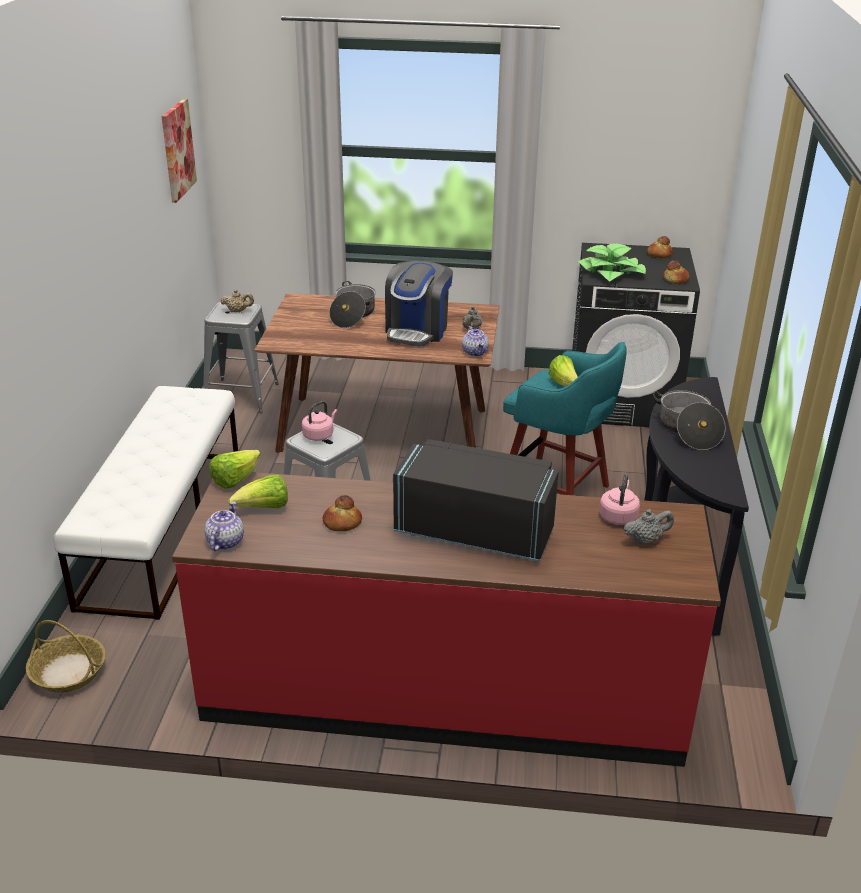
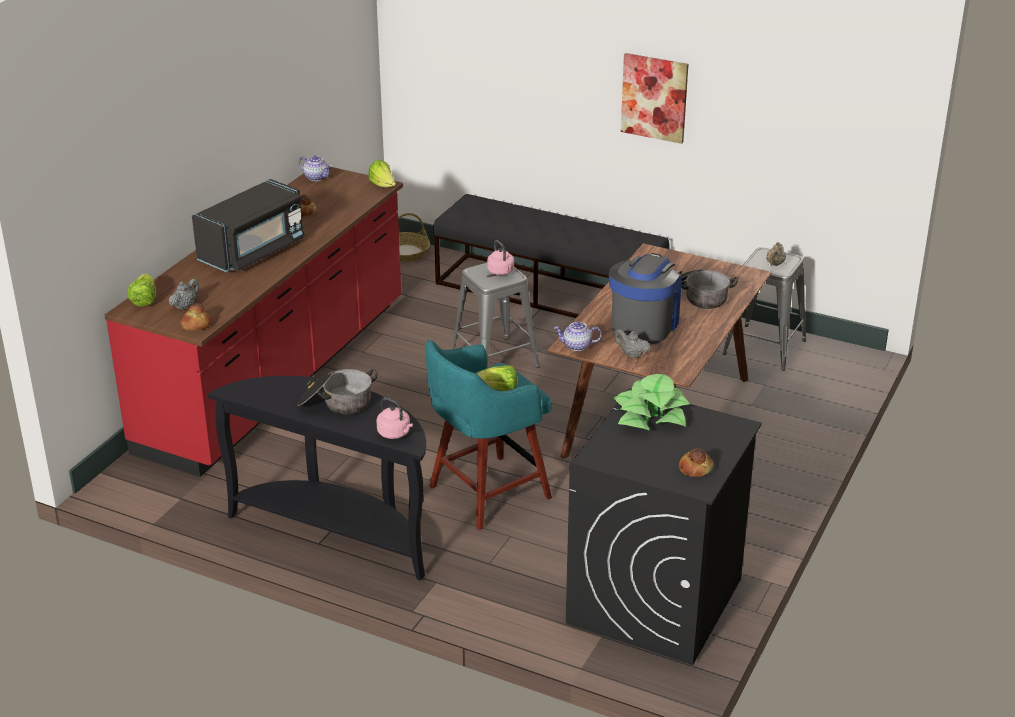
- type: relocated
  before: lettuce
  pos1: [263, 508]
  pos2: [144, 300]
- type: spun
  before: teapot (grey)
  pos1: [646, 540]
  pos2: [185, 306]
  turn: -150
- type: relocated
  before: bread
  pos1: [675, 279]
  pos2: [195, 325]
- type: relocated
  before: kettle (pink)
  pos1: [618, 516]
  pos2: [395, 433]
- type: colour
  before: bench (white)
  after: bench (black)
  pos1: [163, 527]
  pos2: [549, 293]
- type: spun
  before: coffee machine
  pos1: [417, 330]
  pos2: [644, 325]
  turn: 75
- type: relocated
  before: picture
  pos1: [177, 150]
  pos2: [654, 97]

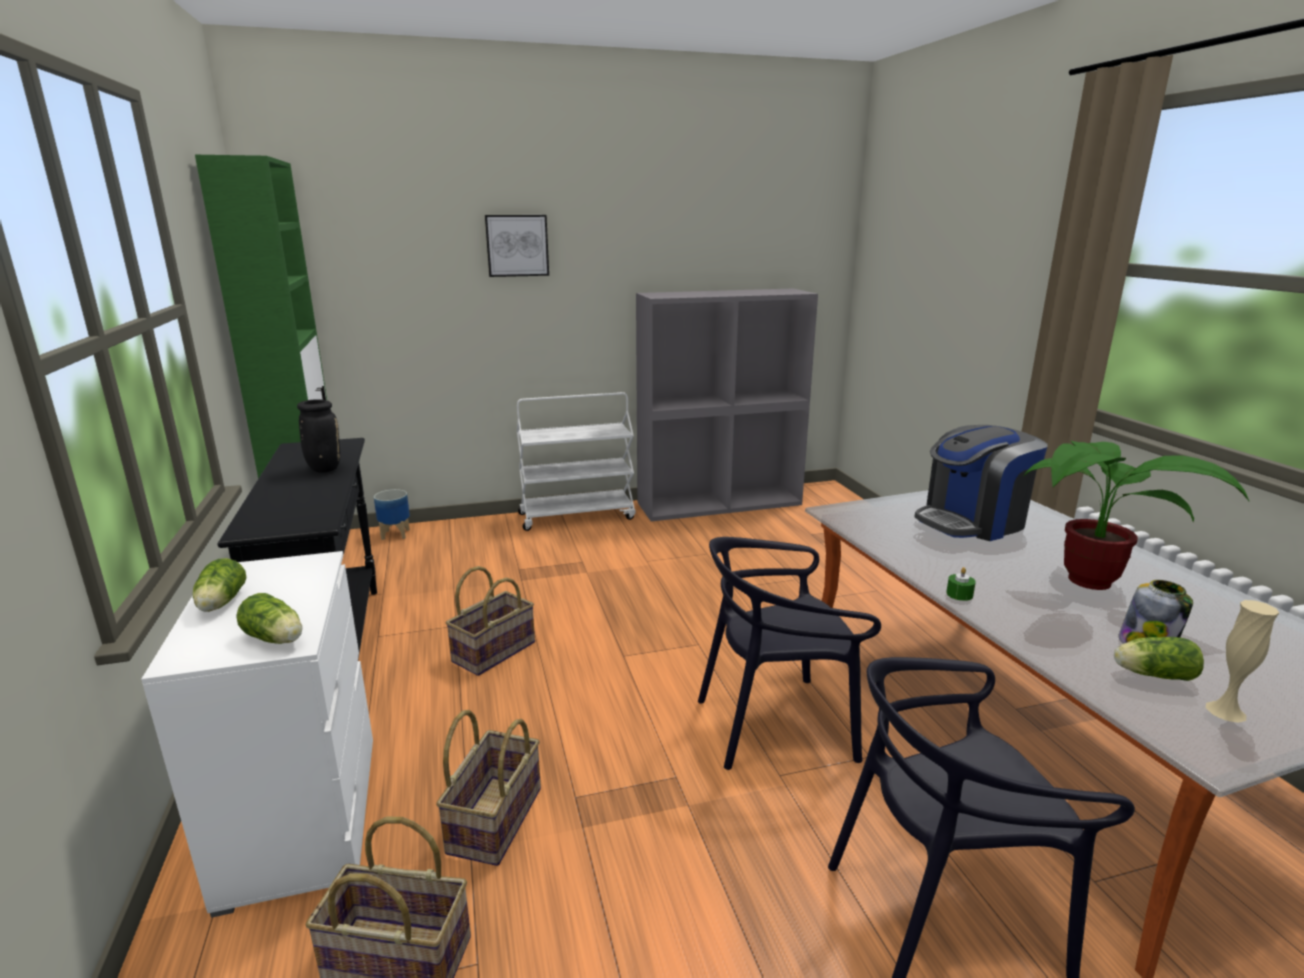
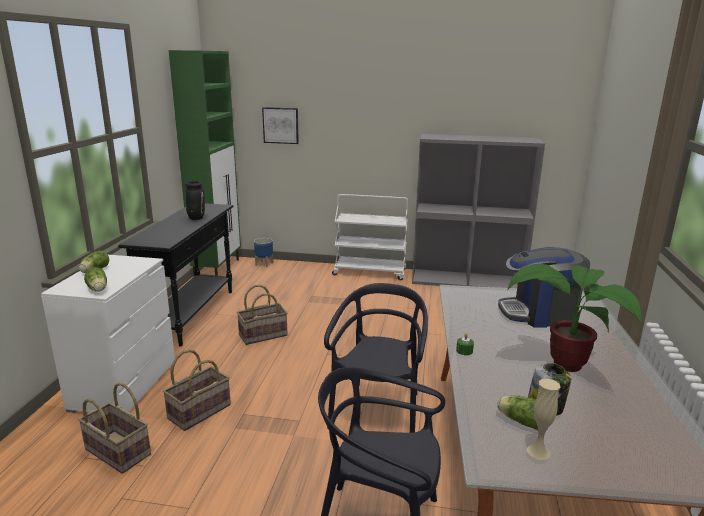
- type: relocated
  before: picture
  pos1: [517, 245]
  pos2: [281, 125]
- type: spun
  before: chair (black)
  pos1: [775, 725]
  pos2: [378, 412]
  turn: 90

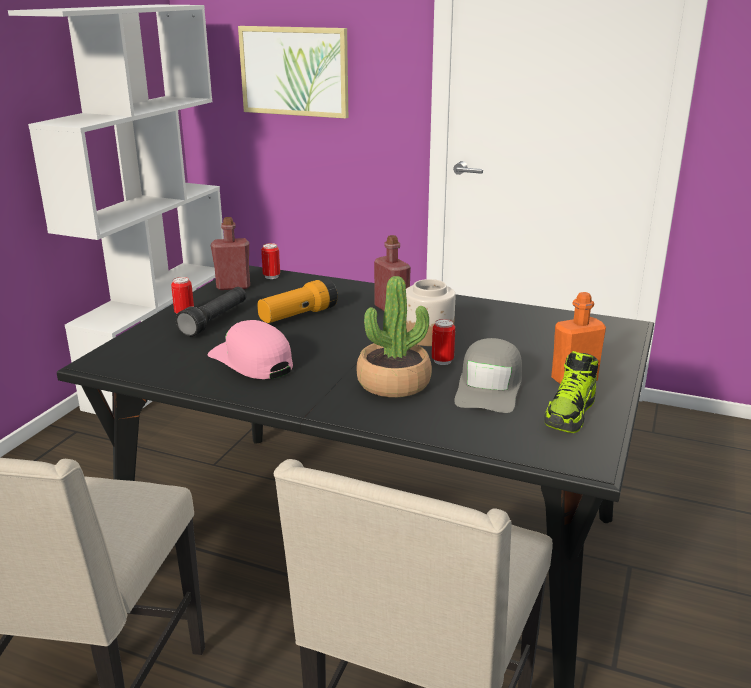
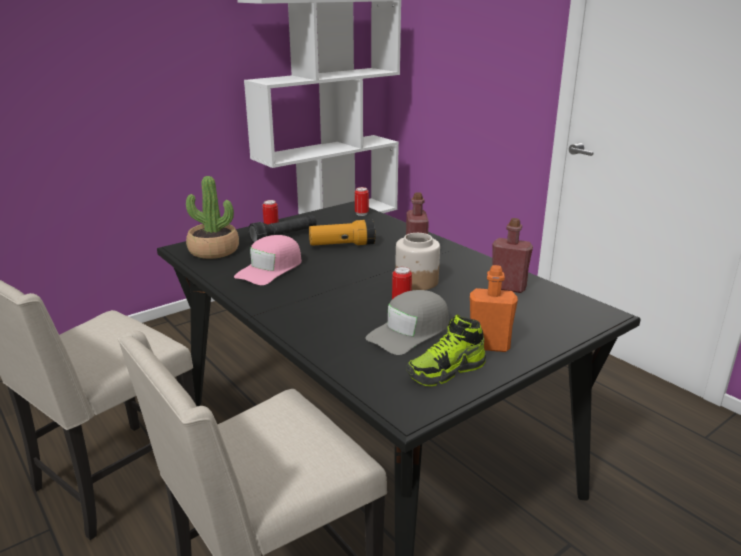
- type: relocated
  before: potted plant
  pos1: [393, 383]
  pos2: [213, 251]
- type: spun
  before: cap (pink)
  pos1: [251, 361]
  pos2: [270, 269]
  turn: -135
- type: relocated
  before: bottle (red)
  pos1: [233, 286]
  pos2: [508, 287]
- type: missing
  before: picture
  pos1: [294, 71]

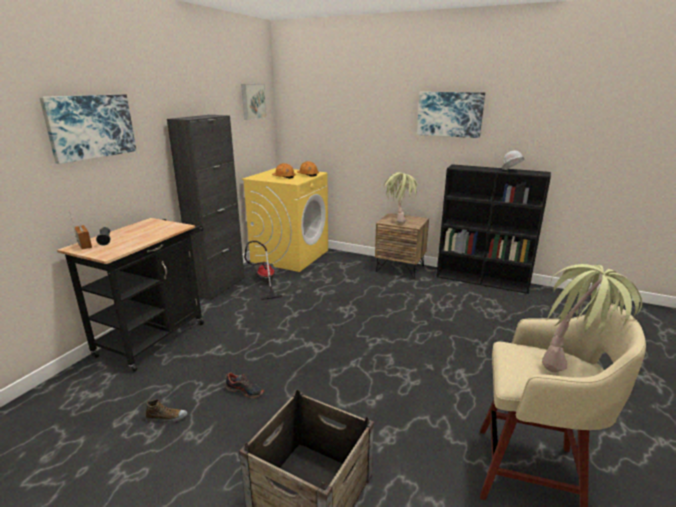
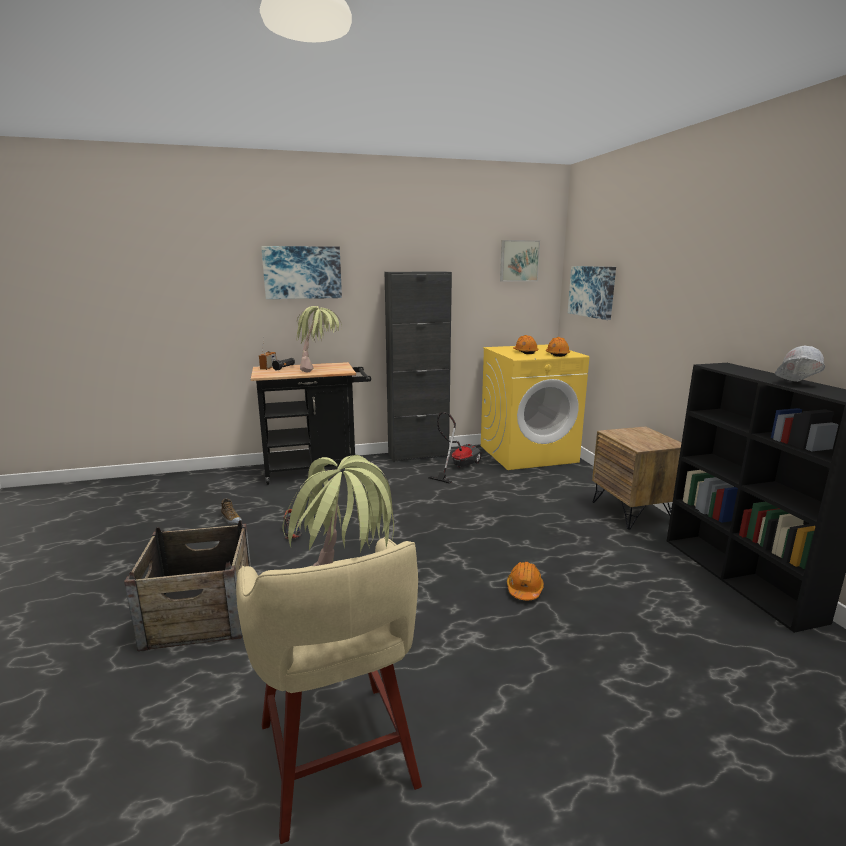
- type: relocated
  before: potted plant
  pos1: [399, 220]
  pos2: [320, 370]
- type: appeared
  after: hard hat (orange)
  pos2: [524, 589]
- type: relocated
  before: picture
  pos1: [450, 114]
  pos2: [592, 291]

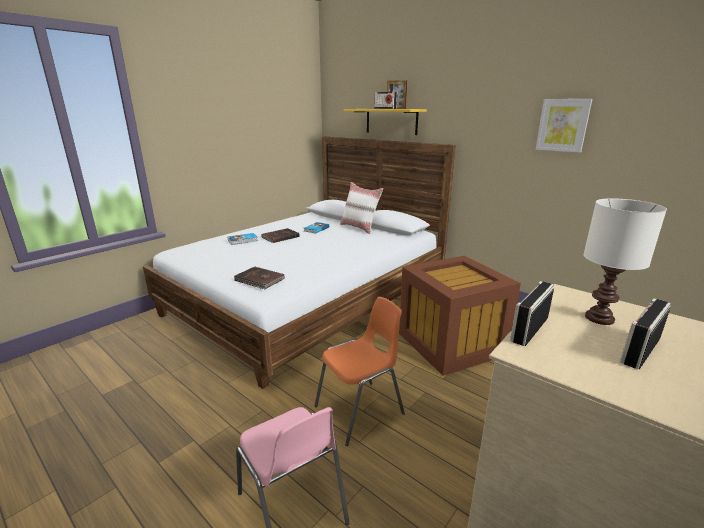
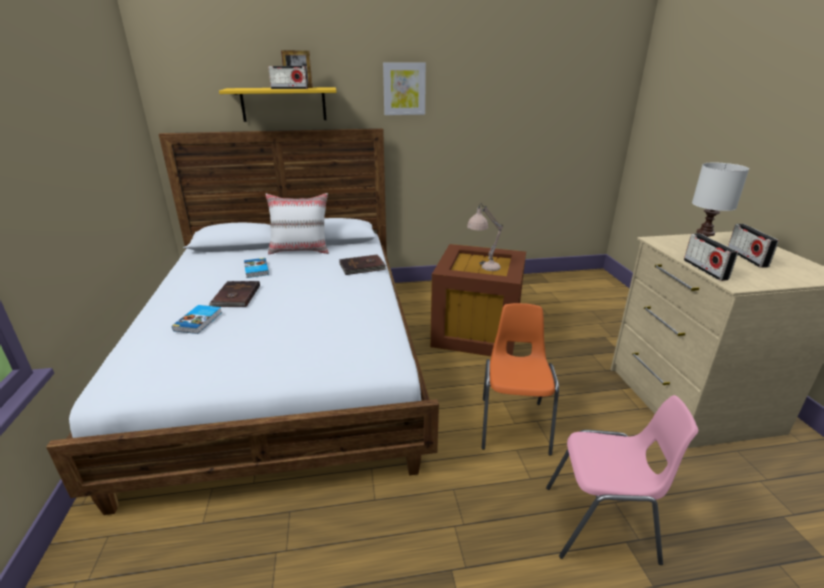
- type: relocated
  before: book (brown)
  pos1: [259, 280]
  pos2: [362, 267]
- type: relocated
  before: picture
  pos1: [562, 125]
  pos2: [404, 89]
- type: appeared
  after: table lamp (beige)
  pos2: [483, 269]

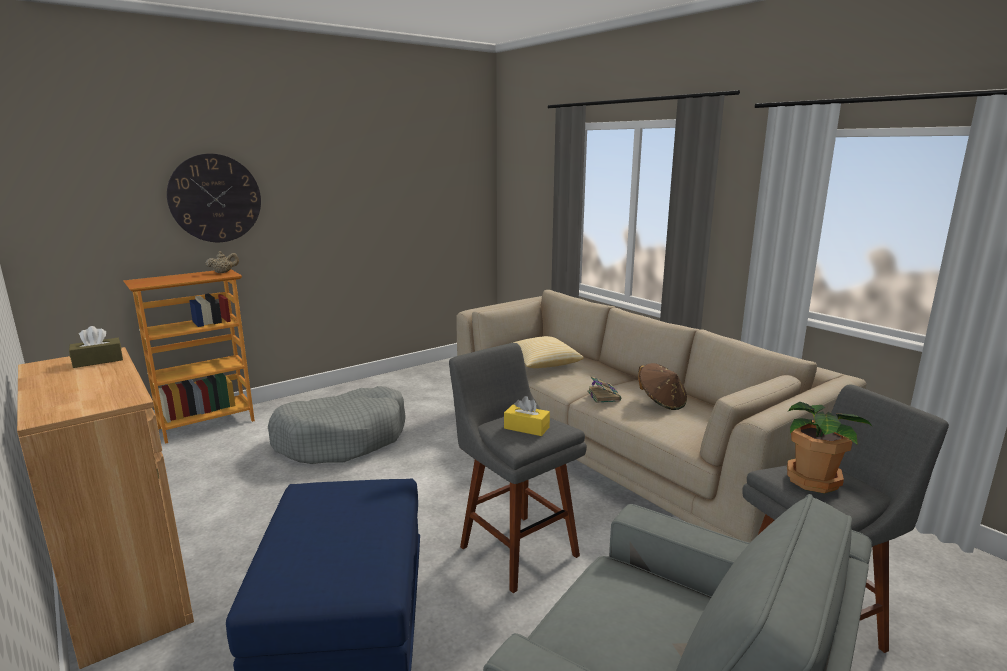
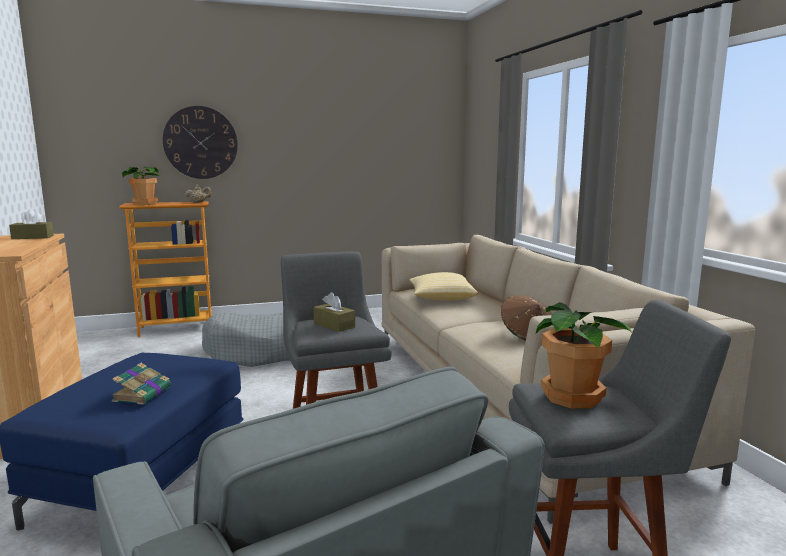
- type: relocated
  before: book
  pos1: [603, 396]
  pos2: [143, 393]
- type: appeared
  after: potted plant
  pos2: [145, 204]
- type: colour
  before: tissue box (yellow)
  after: tissue box (brown)
  pos1: [526, 428]
  pos2: [334, 325]

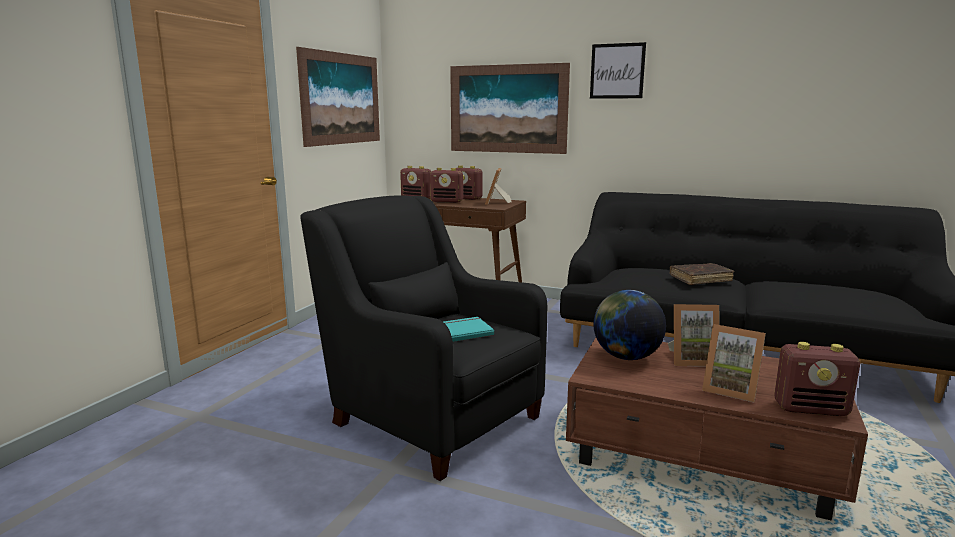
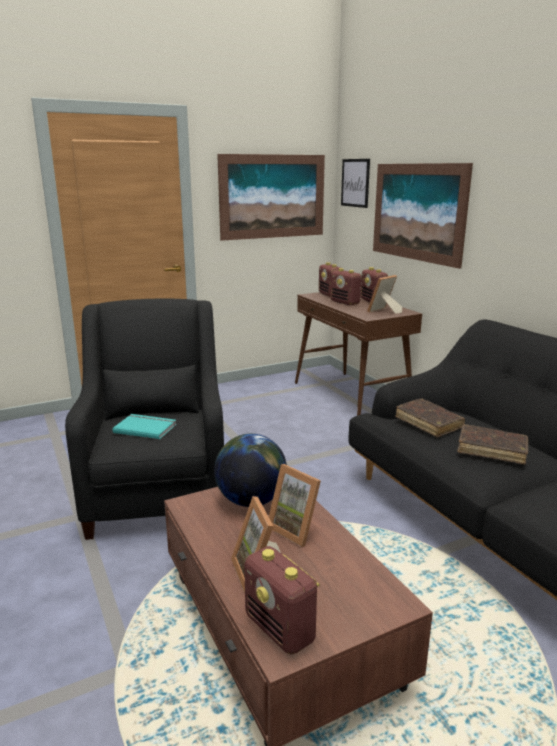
- type: relocated
  before: picture
  pos1: [617, 71]
  pos2: [355, 183]
- type: appeared
  after: book (brown)
  pos2: [428, 423]

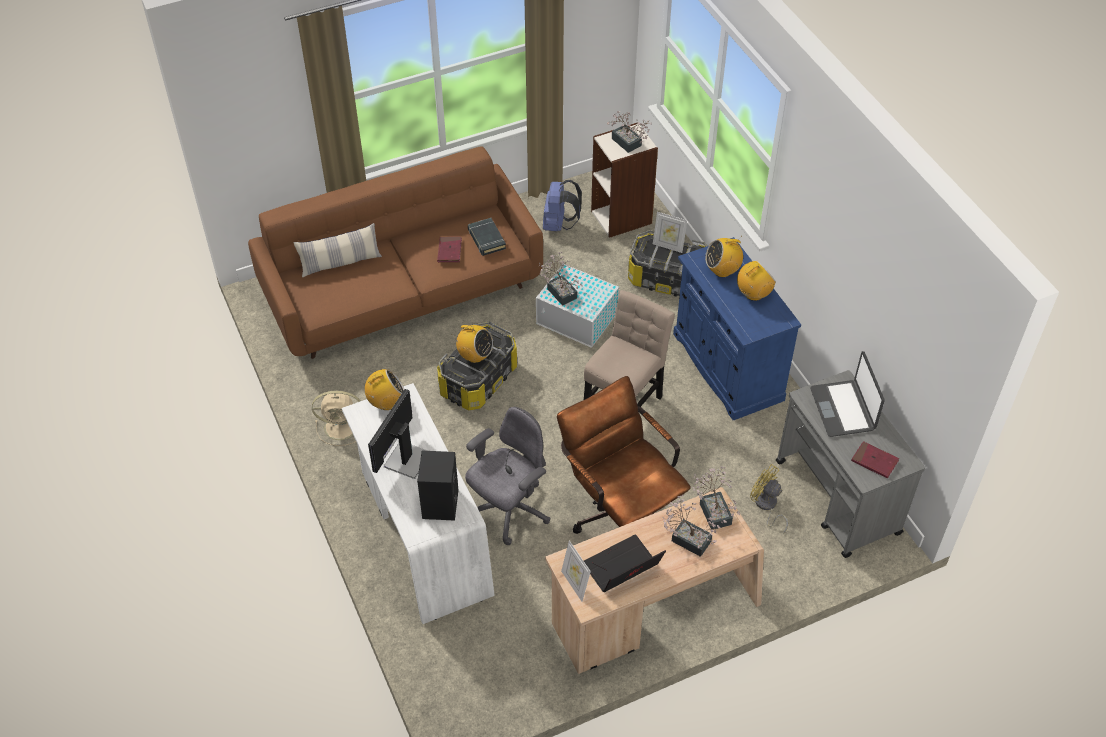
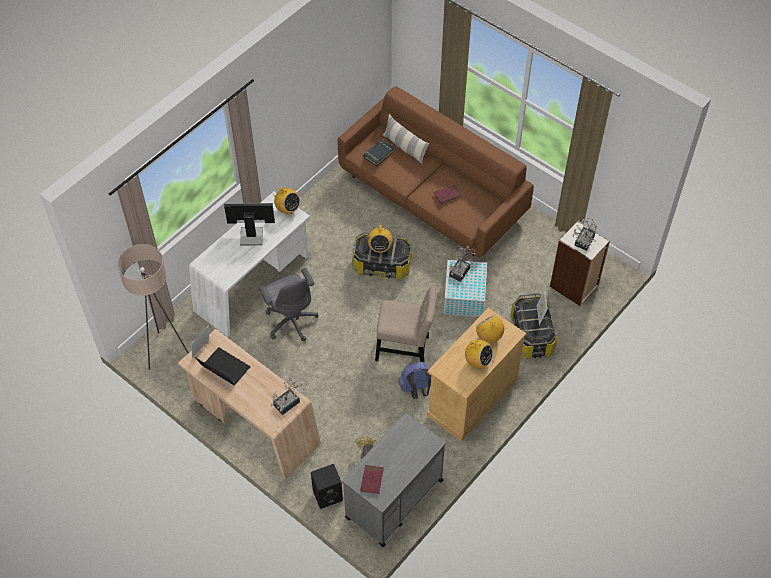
- type: appeared
  after: floor lamp (beige)
  pos2: [166, 352]
- type: spun
  before: office chair (grey)
  pos1: [509, 511]
  pos2: [291, 320]
  turn: 45
- type: relocated
  before: speaker (black)
  pos1: [439, 503]
  pos2: [328, 495]
- type: relocated
  before: book (black)
  pos1: [486, 239]
  pos2: [378, 154]
- type: relocated
  before: backpack (blue)
  pos1: [559, 224]
  pos2: [416, 390]
- type: colour
  before: cabinet (blue)
  after: cabinet (beige)
  pos1: [727, 367]
  pos2: [472, 397]
- type: missing
  before: fan (beige)
  pos1: [342, 426]
- type: missing
  before: office chair (brown)
  pos1: [620, 511]
- type: missing
  before: potted plant
  pos1: [687, 538]
- type: missing
  before: laptop
  pos1: [843, 409]

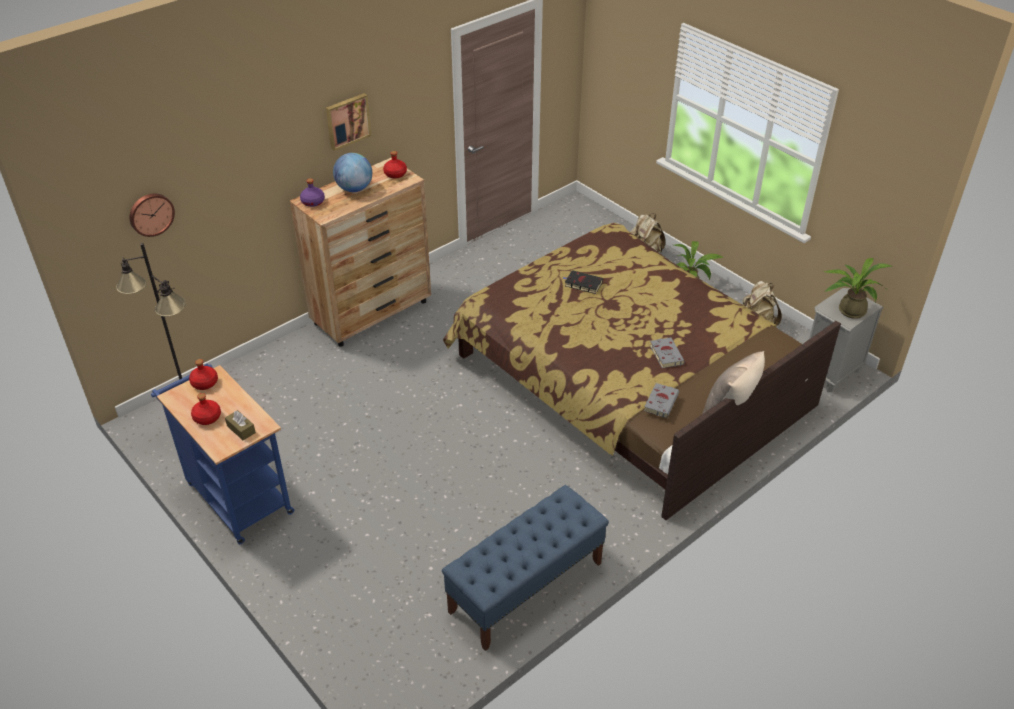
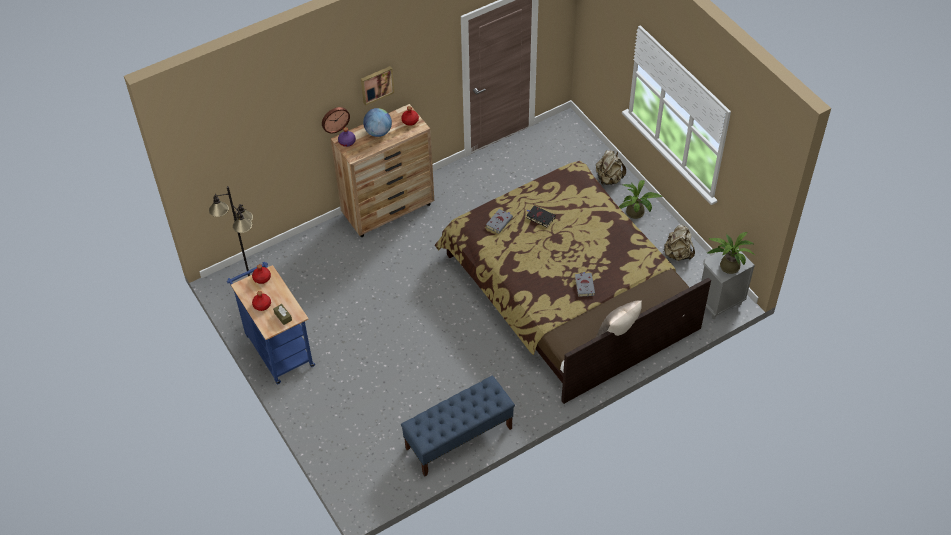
- type: relocated
  before: wall clock
  pos1: [151, 214]
  pos2: [334, 119]
- type: relocated
  before: book (grey)
  pos1: [661, 401]
  pos2: [499, 222]

